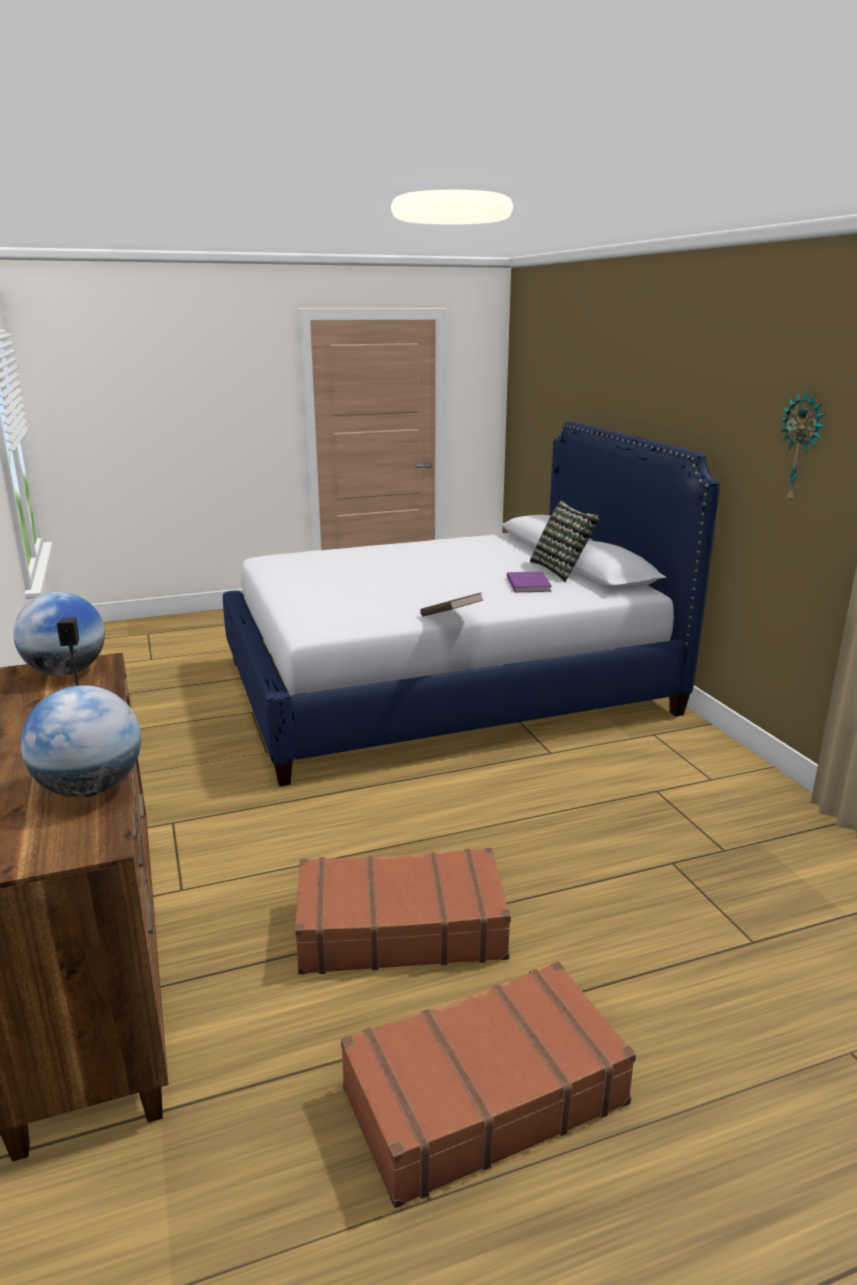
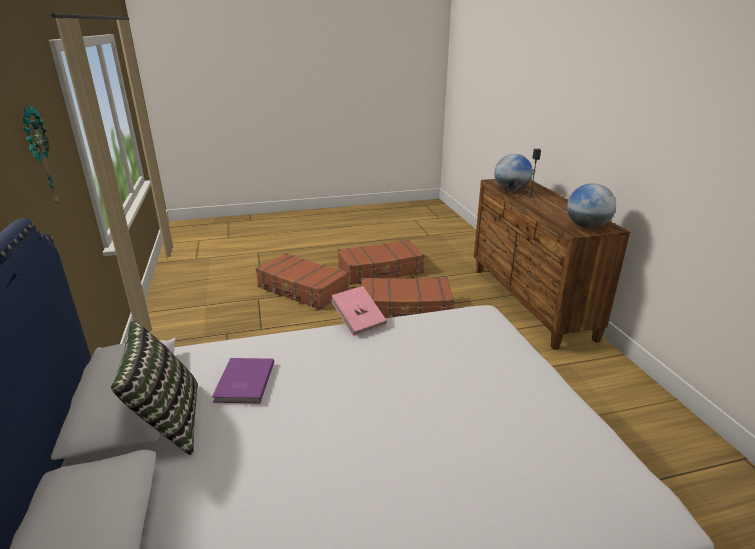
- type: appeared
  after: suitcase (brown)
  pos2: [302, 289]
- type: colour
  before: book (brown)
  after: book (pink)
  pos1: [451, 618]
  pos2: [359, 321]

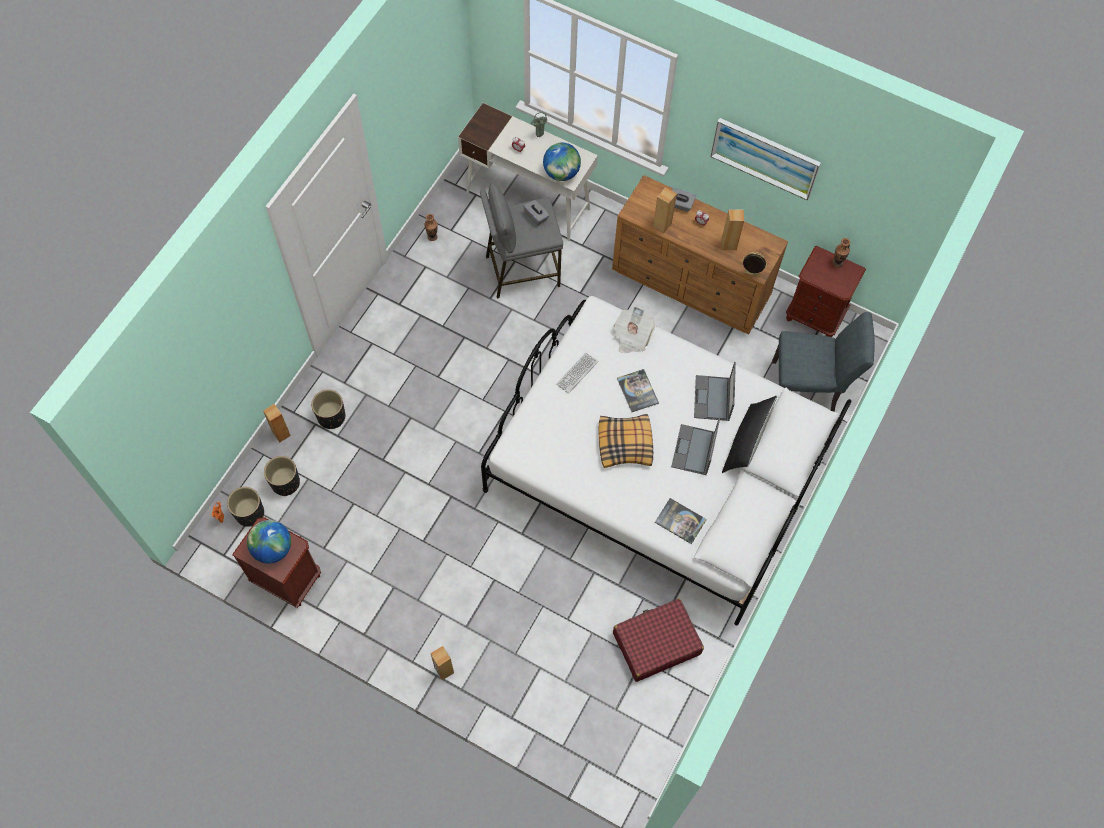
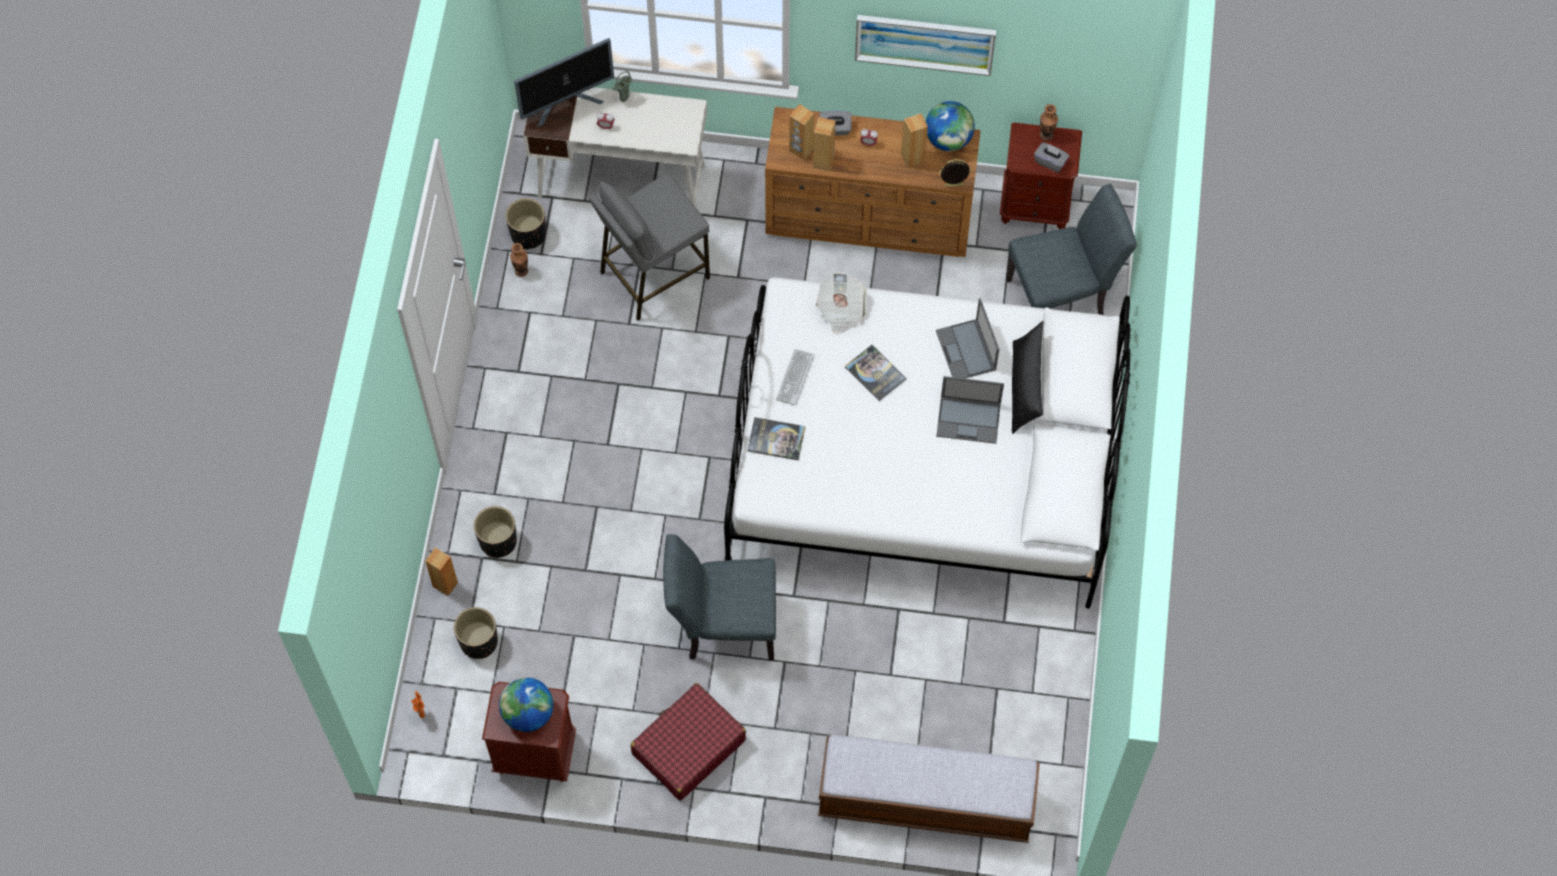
- type: relocated
  before: planter (black)
  pos1: [250, 513]
  pos2: [528, 234]
- type: appeared
  after: monitor
  pos2: [566, 102]
- type: relocated
  before: suitcase (red)
  pos1: [656, 643]
  pos2: [688, 747]
- type: appeared
  after: chair (grey)
  pos2: [722, 625]
- type: relocated
  before: book
  pos1: [680, 521]
  pos2: [776, 439]
- type: relocated
  before: speaker (brown)
  pos1: [444, 670]
  pos2: [801, 150]
- type: appeared
  after: bench
  pos2: [925, 802]
- type: relocated
  before: globe
  pos1: [561, 173]
  pos2: [948, 139]
- type: spun
  before: laptop
  pos1: [693, 450]
  pos2: [969, 419]
  turn: -75
- type: relocated
  before: tissue box (grey)
  pos1: [536, 216]
  pos2: [1050, 162]
- type: missing
  before: pillow
  pos1: [625, 444]

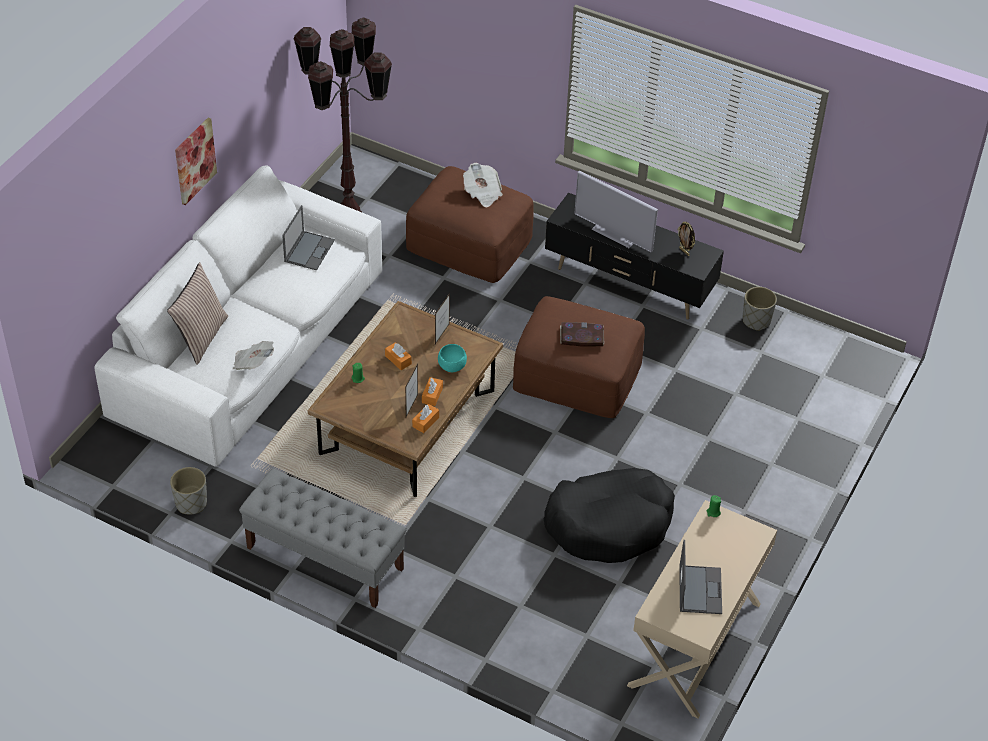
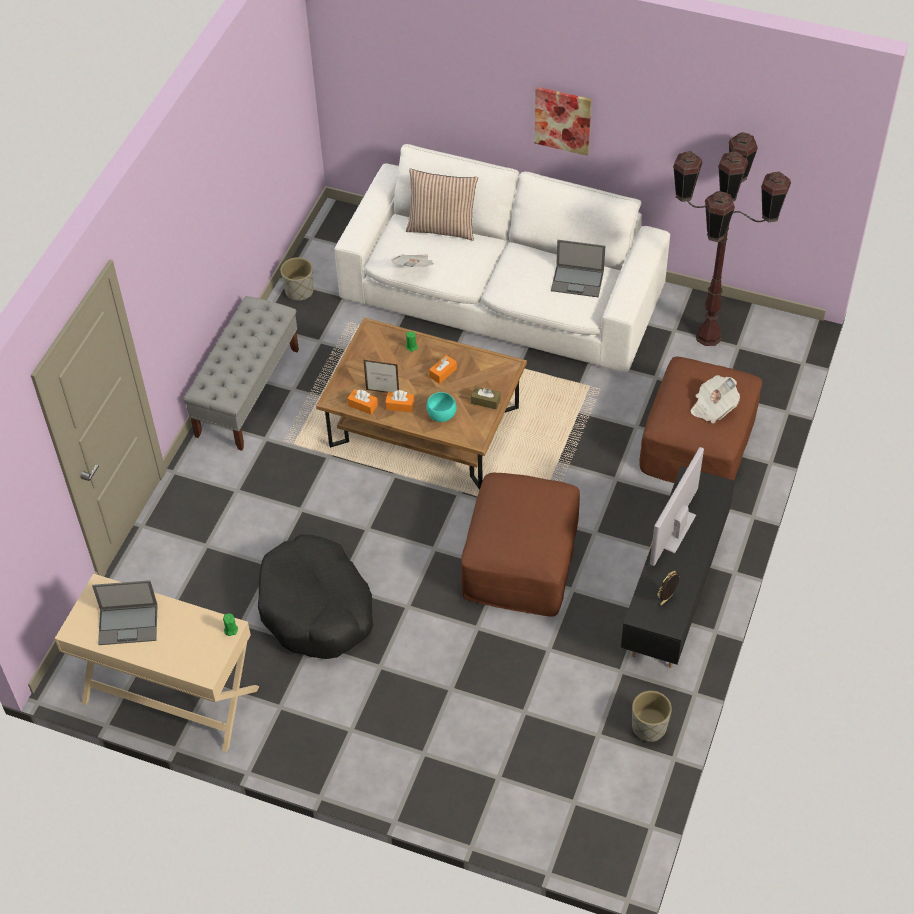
- type: exchanged
  before: picture frame
  after: tissue box (brown)
  pos1: [442, 334]
  pos2: [485, 401]
- type: missing
  before: book
  pos1: [581, 336]

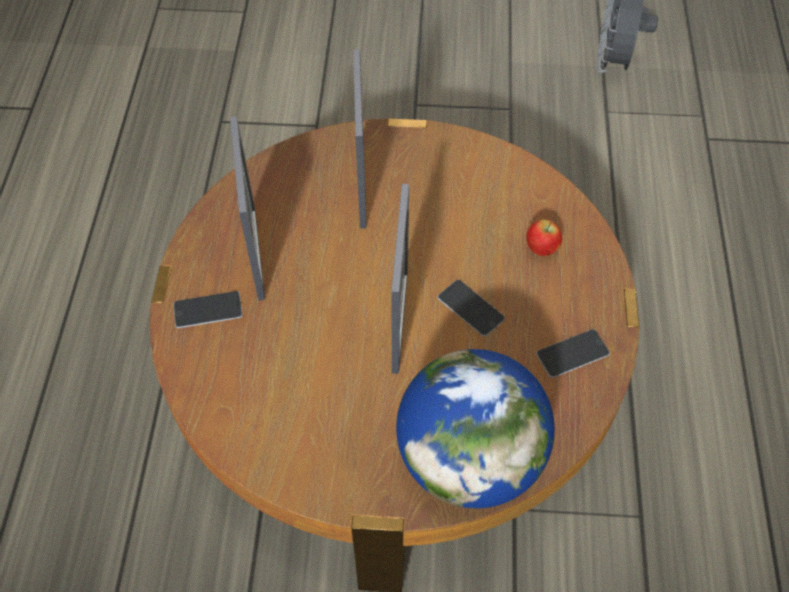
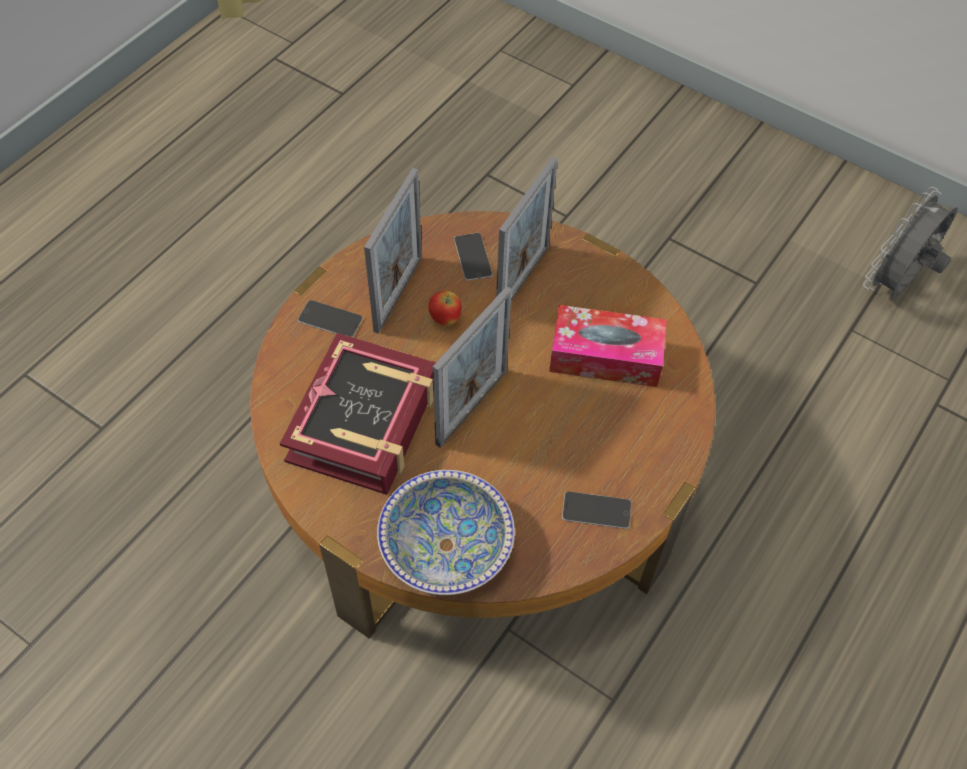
- type: appeared
  after: book
  pos2: [364, 422]
- type: exchanged
  before: globe
  after: bowl
  pos1: [469, 459]
  pos2: [446, 545]
- type: relocated
  before: apple
  pos1: [541, 249]
  pos2: [445, 319]
- type: relocated
  before: phone
  pos1: [471, 308]
  pos2: [473, 257]
- type: appeared
  after: tissue box
  pos2: [605, 356]

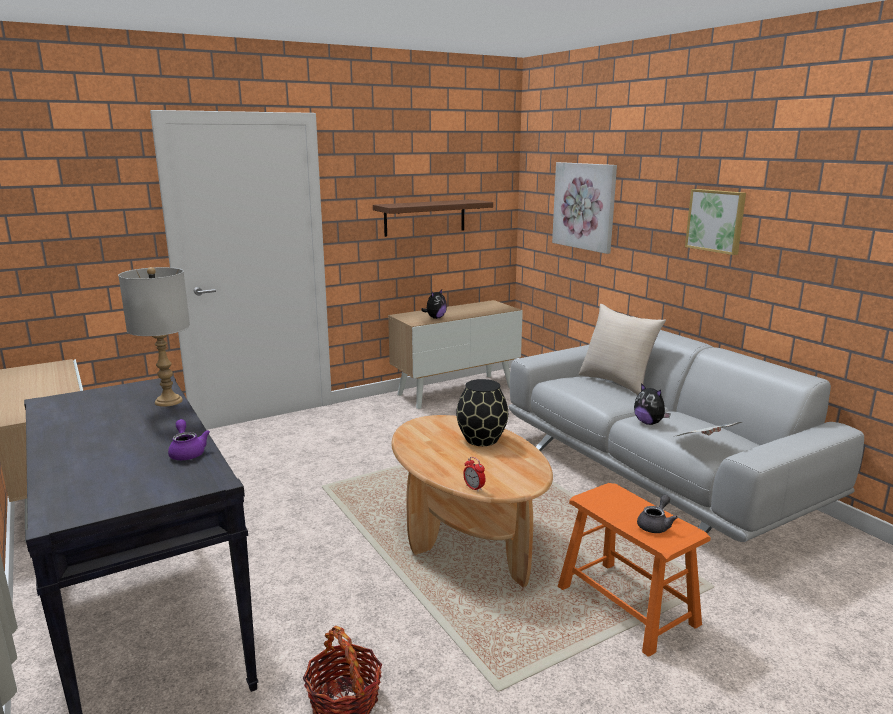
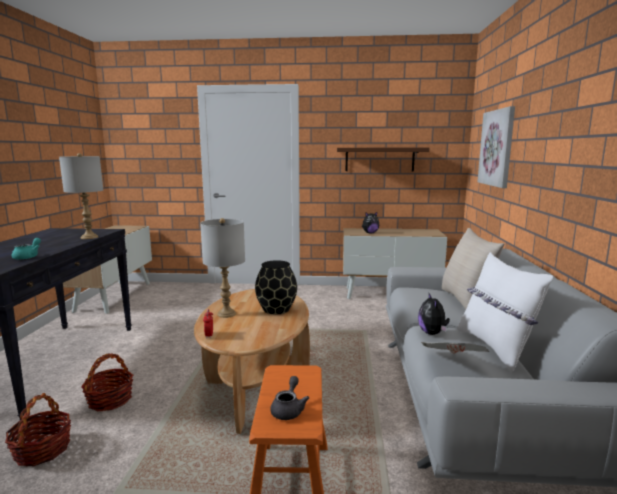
- type: colour
  before: teapot (purple)
  after: teapot (turquoise)
  pos1: [187, 452]
  pos2: [28, 257]
- type: appeared
  after: basket
  pos2: [110, 400]
- type: appeared
  after: table lamp (grey)
  pos2: [226, 314]
- type: spun
  before: teapot (grey)
  pos1: [655, 525]
  pos2: [289, 409]
  turn: -60
- type: appeared
  after: pillow (white)
  pos2: [495, 347]
- type: missing
  before: picture
  pos1: [716, 220]

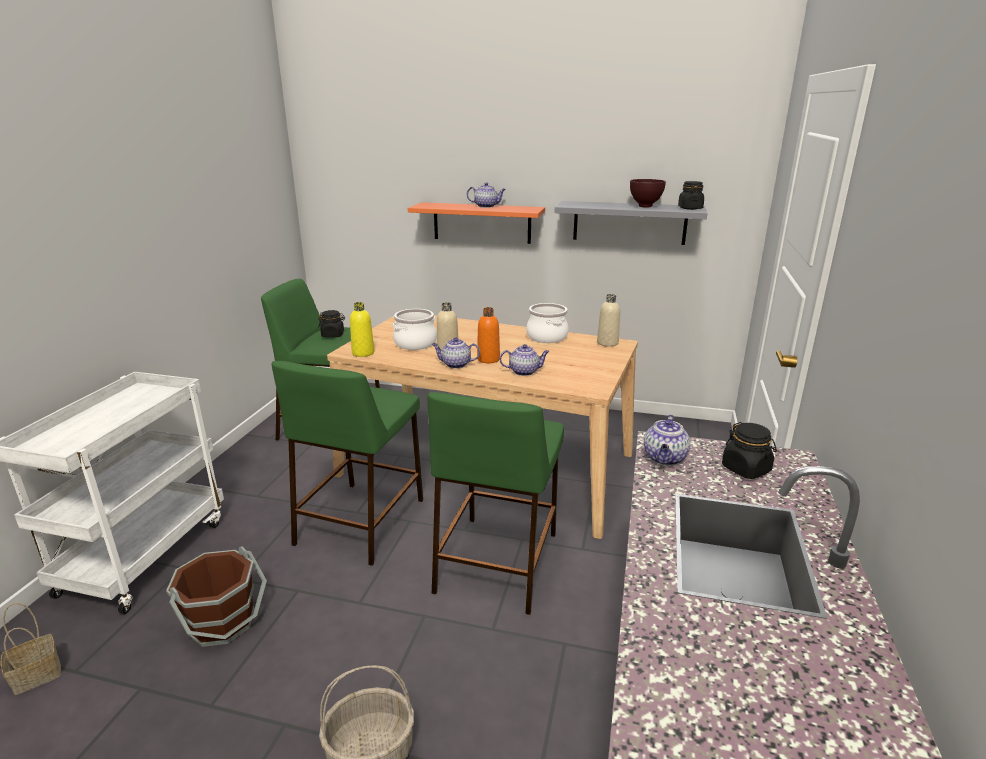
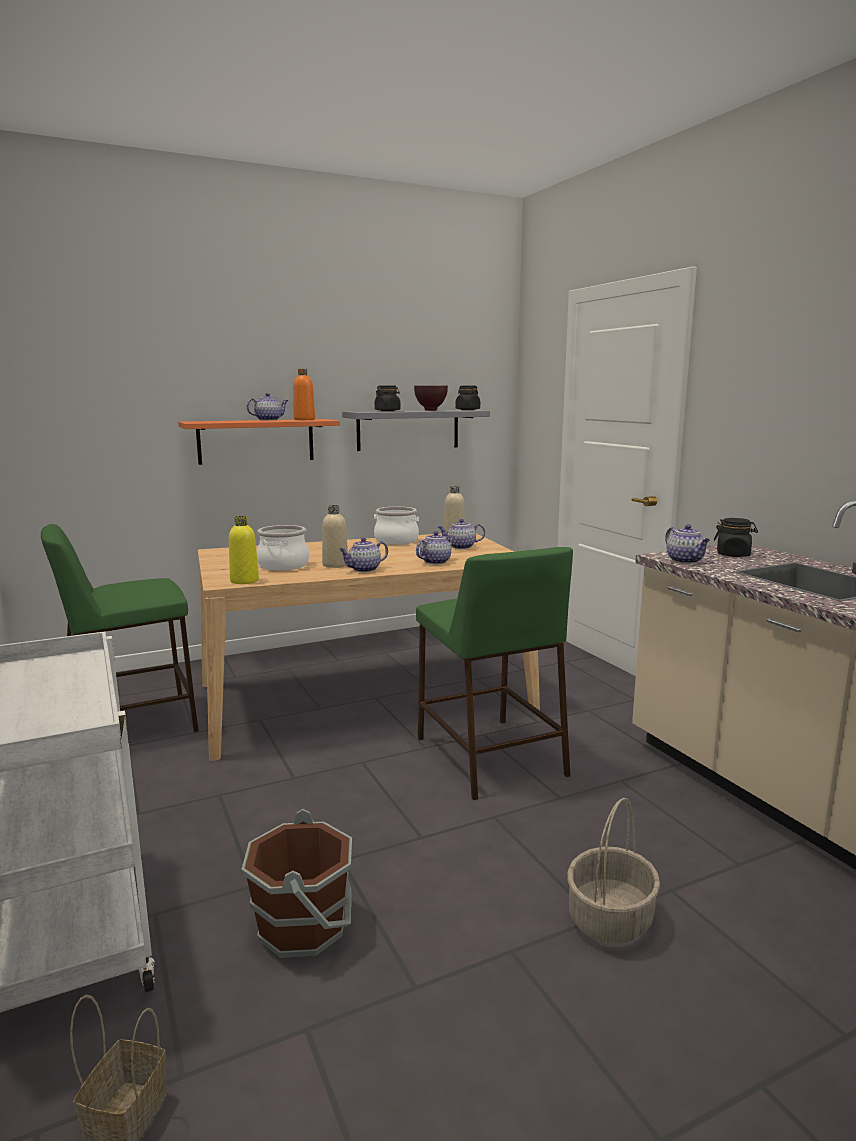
- type: relocated
  before: bottle (orange)
  pos1: [488, 359]
  pos2: [304, 420]
- type: relocated
  before: jar (black)
  pos1: [333, 335]
  pos2: [387, 411]
- type: appeared
  after: teapot
  pos2: [460, 547]
- type: missing
  before: stool (green)
  pos1: [361, 520]

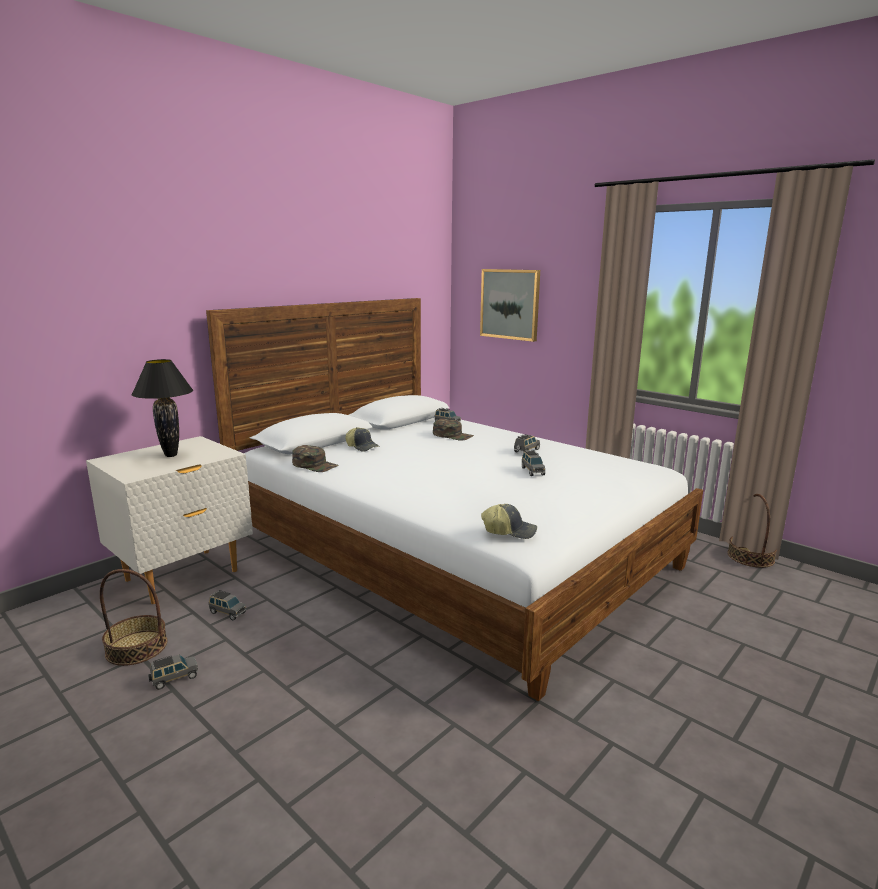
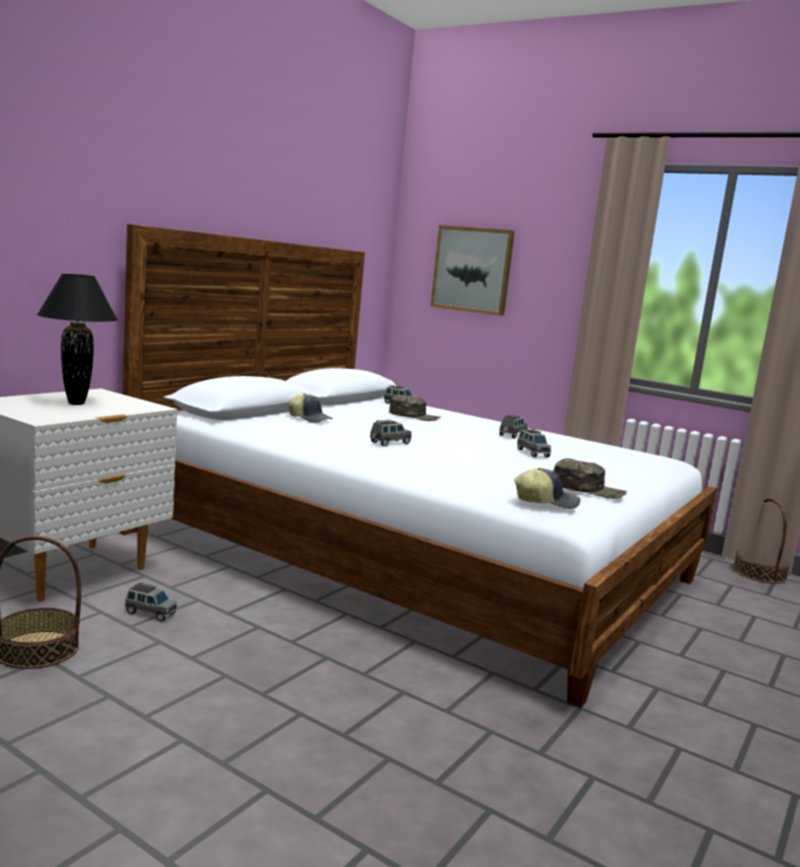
- type: relocated
  before: toy car (grey)
  pos1: [174, 679]
  pos2: [389, 443]
- type: relocated
  before: cap (green)
  pos1: [315, 465]
  pos2: [588, 489]

